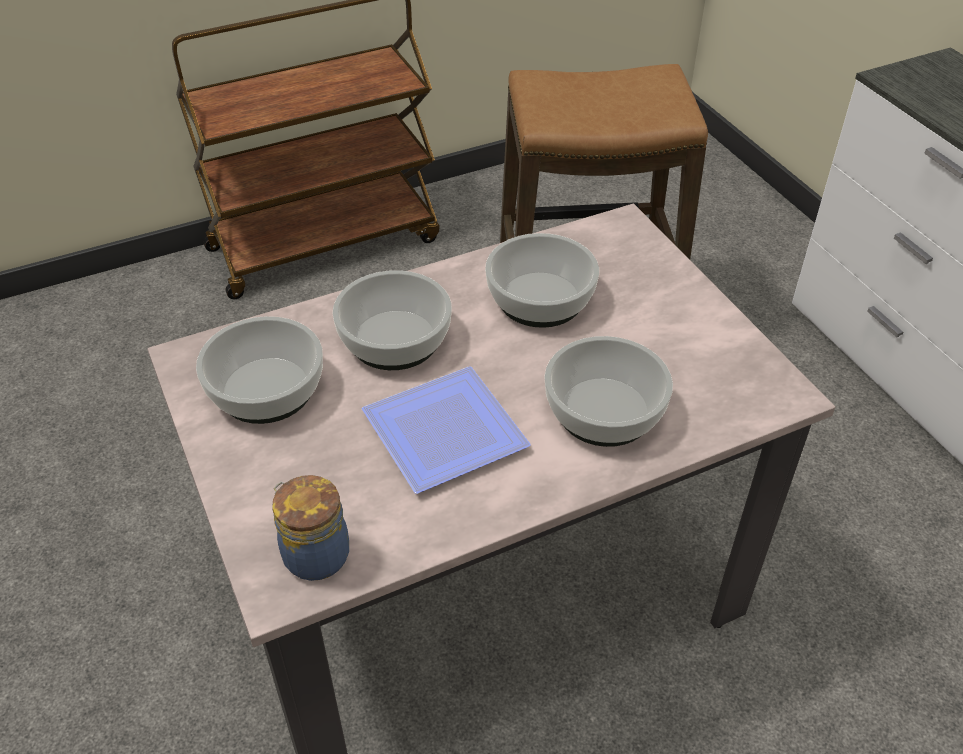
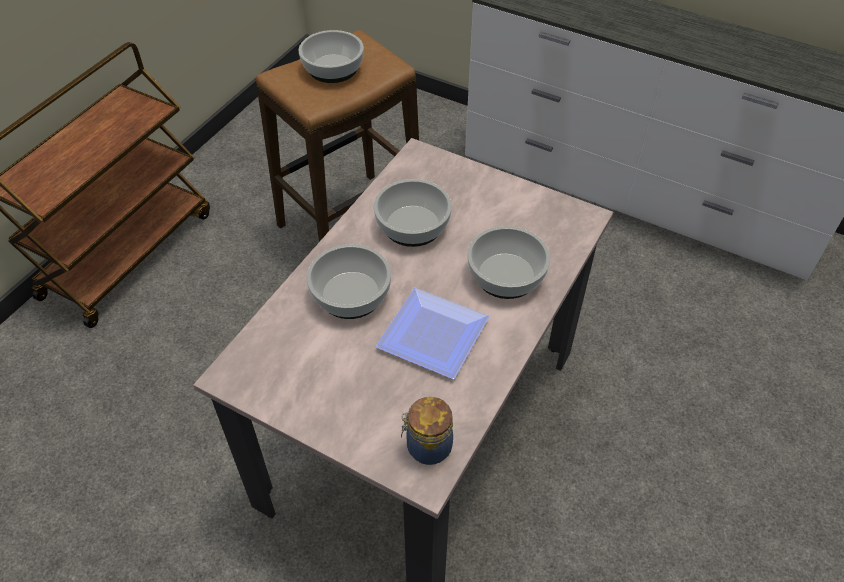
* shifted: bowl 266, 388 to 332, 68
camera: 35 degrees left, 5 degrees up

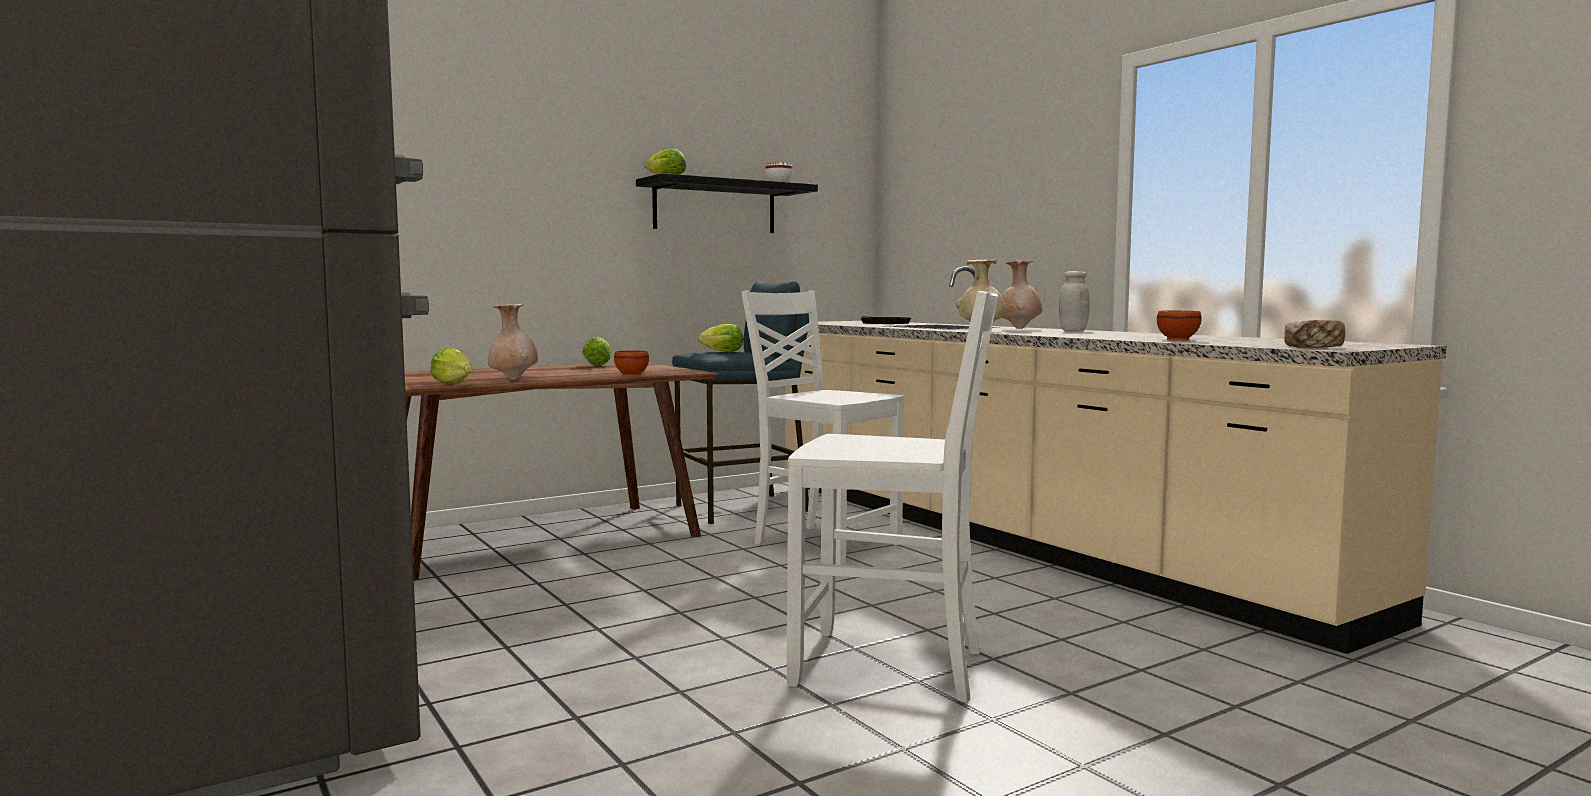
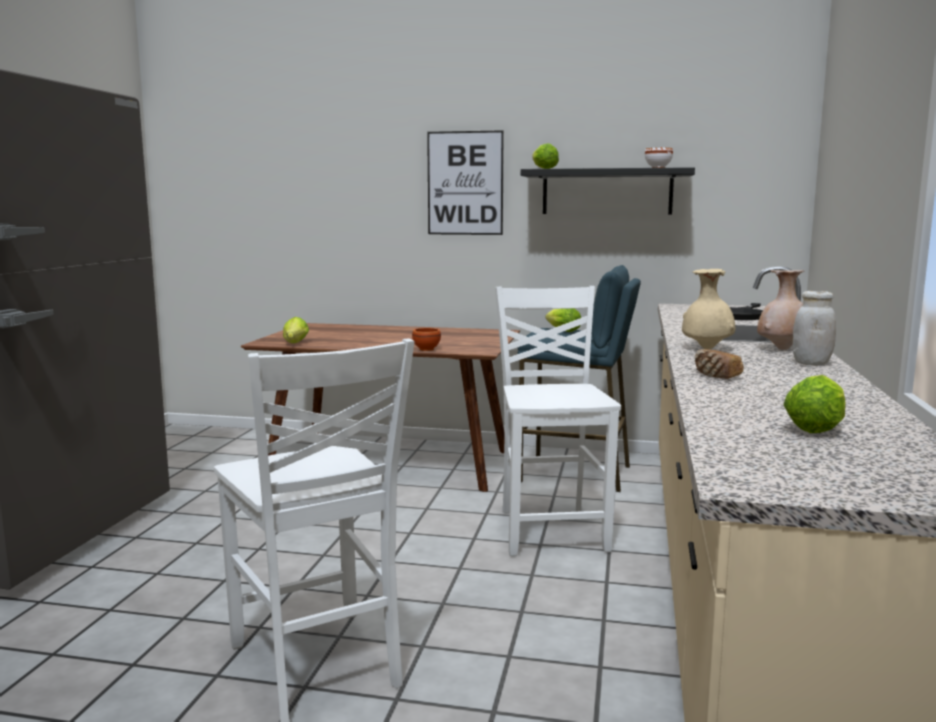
* gone: beige vase 513, 379
* gone: brown bowl 1177, 340
* shifted: bread 1313, 347 to 716, 375
* shifted: lettuce 598, 365 to 817, 428
* new: picture 465, 183
camera: 45 degrees right, 5 degrees up

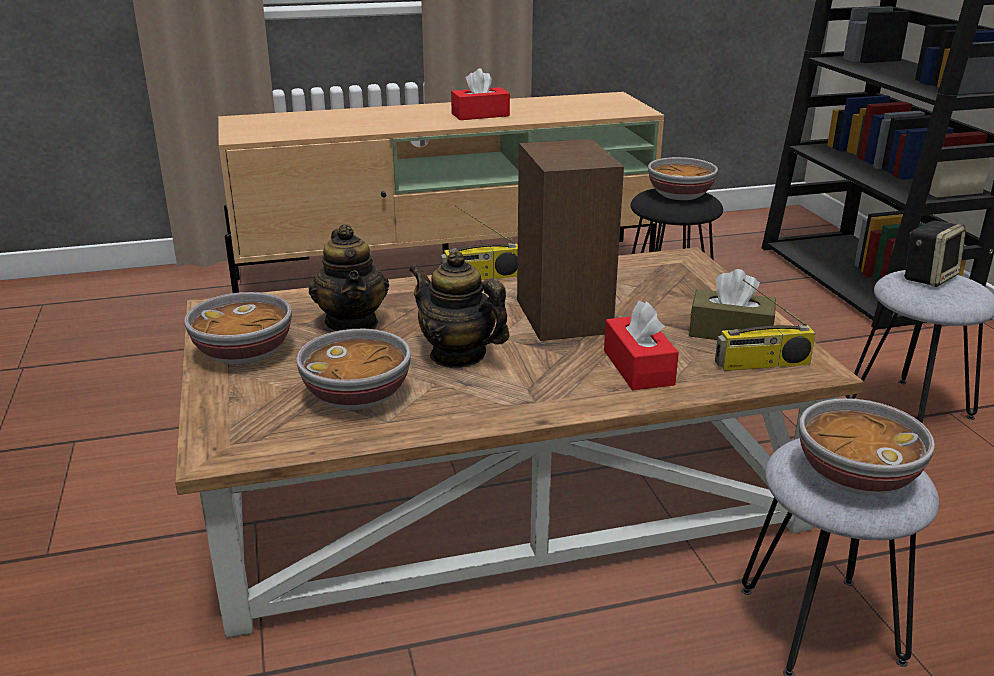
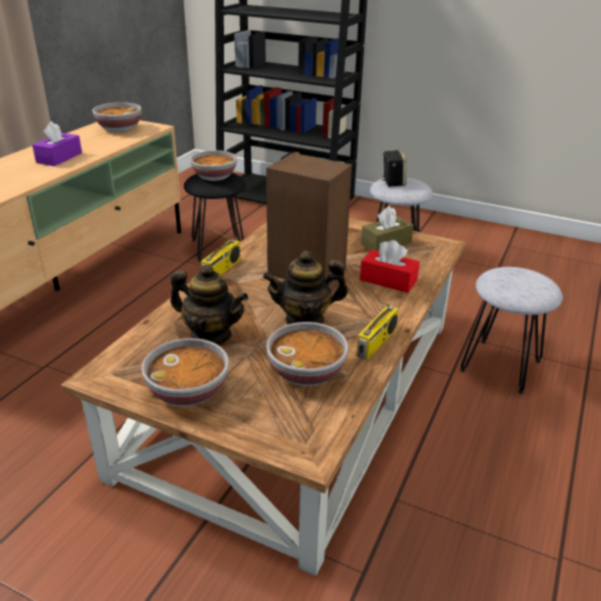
* repainted: red tissue box 480, 115 to purple tissue box 59, 158
* shifted: radio 762, 364 to 377, 343
* shifted: bowl 854, 475 to 119, 129
camera: 50 degrees left, 5 degrees up

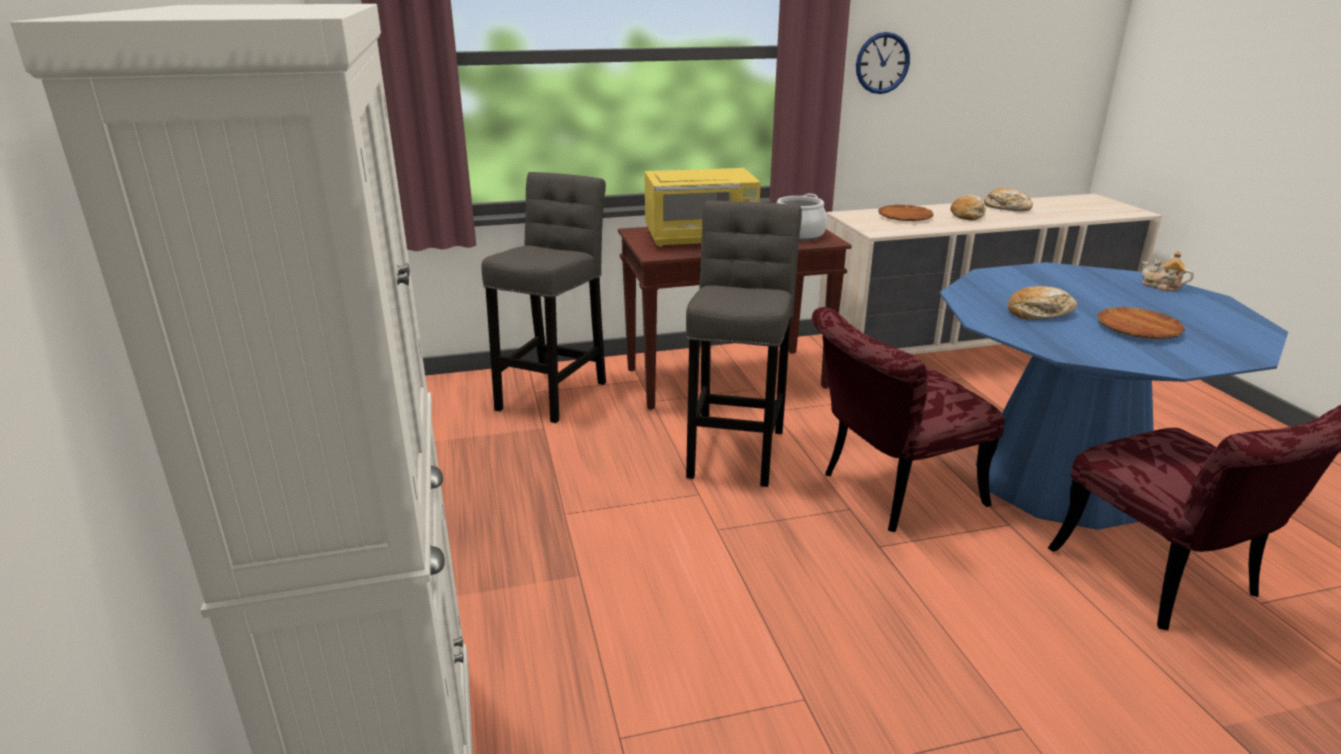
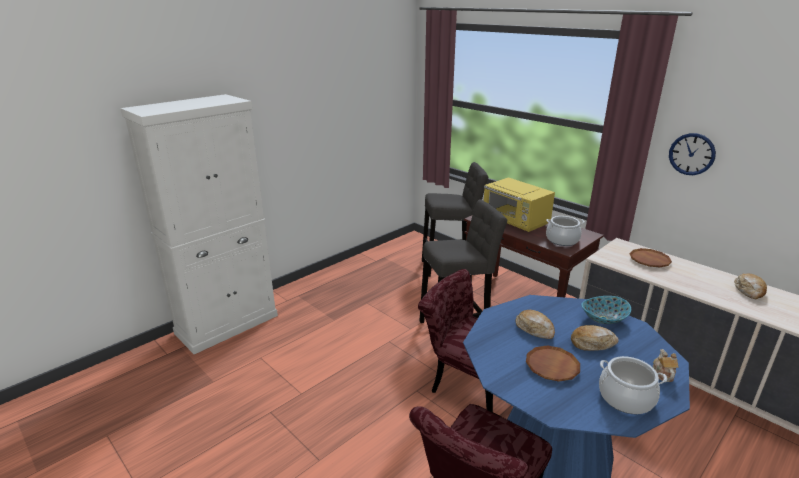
* shifted: bread 967, 215 to 592, 343
* new: bowl 604, 319
* new: cooking pot 625, 398
camera: 60 degrees right, 0 degrees up

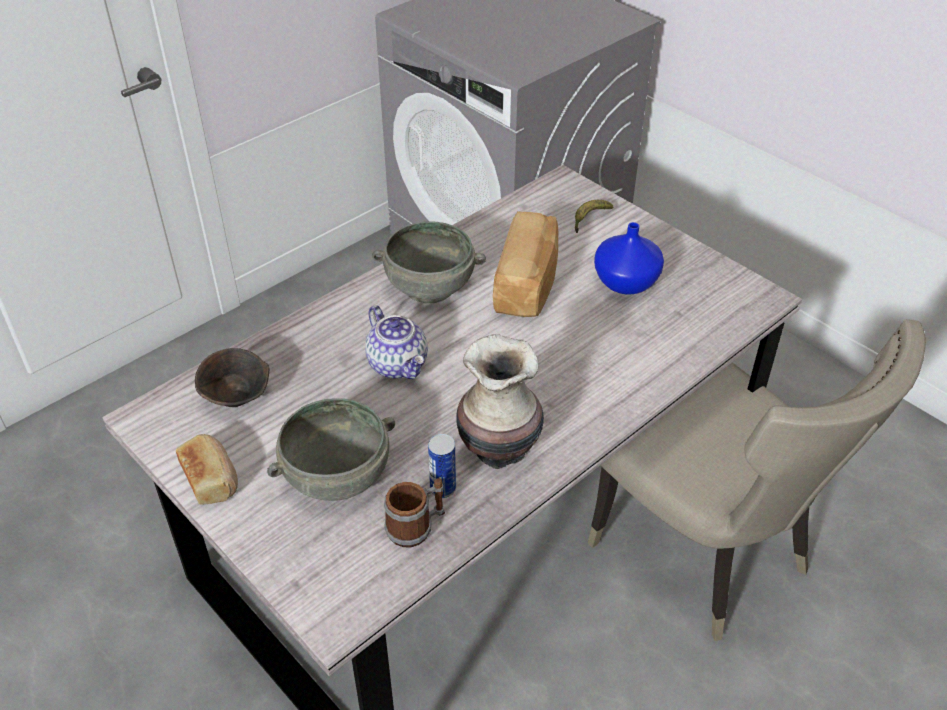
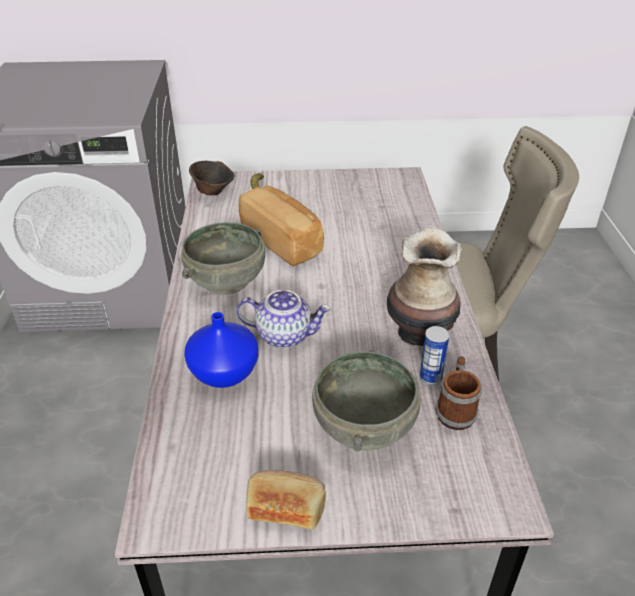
* shifted: blue vase 626, 281 to 223, 371
* shifted: brown bowl 237, 398 to 213, 191
camera: 50 degrees left, 5 degrees down

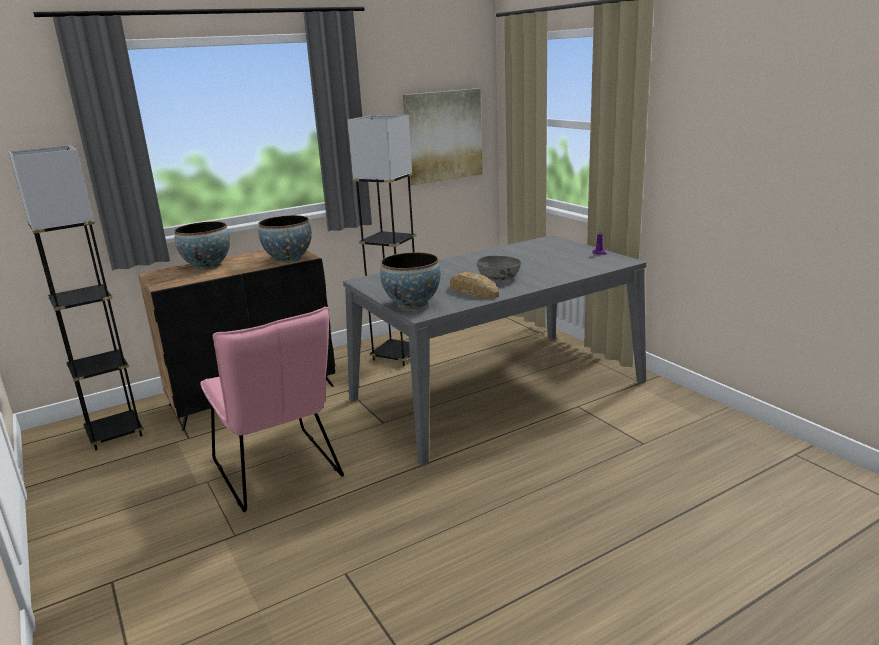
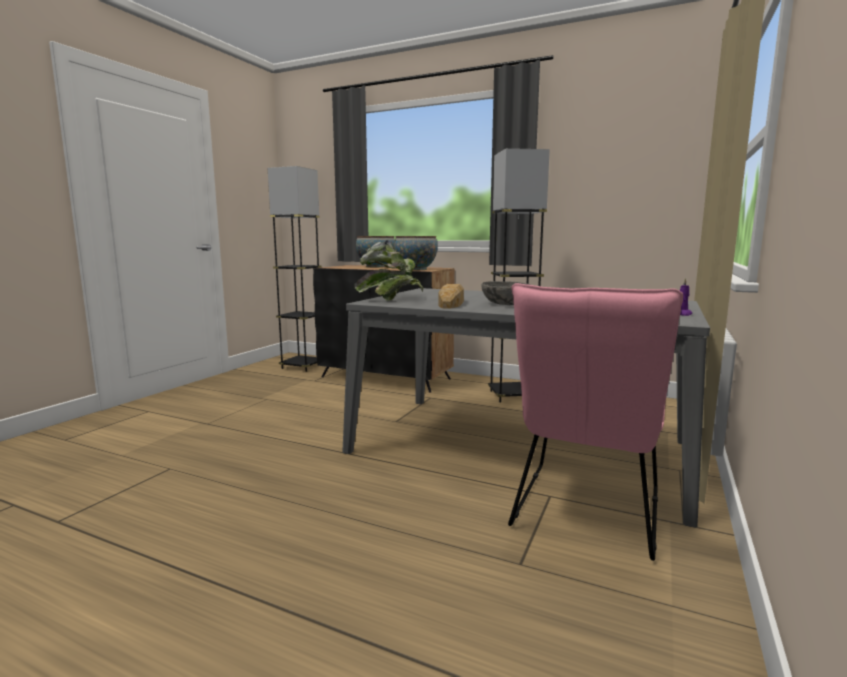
* gone: picture 443, 136
* swapped: bowl 412, 304 to potted plant 391, 299
* shifted: pink chair 280, 473 to 584, 513
camera: 55 degrees right, 10 degrees down

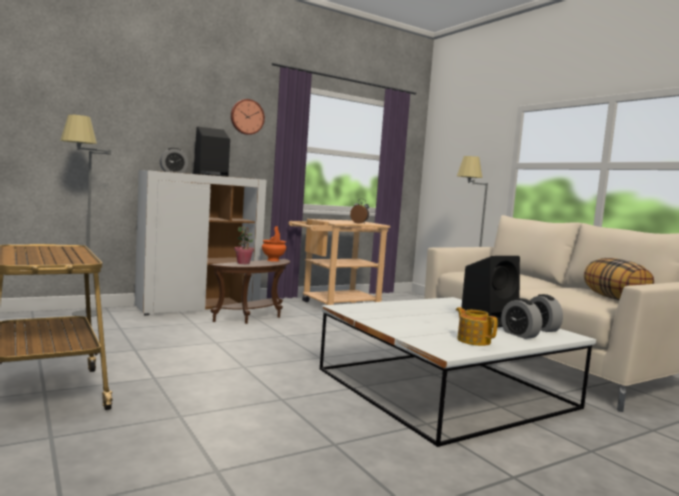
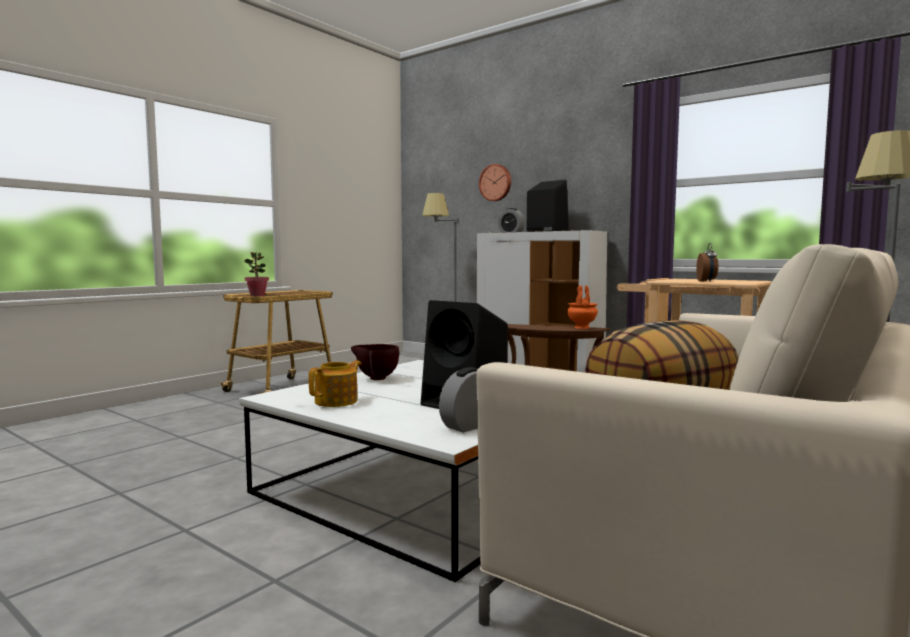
* shifted: wall clock 247, 117 to 496, 183
* shifted: potted plant 243, 263 to 257, 295
* gone: alarm clock 519, 334
* new: brown bowl 375, 378
camera: 70 degrees right, 0 degrees up

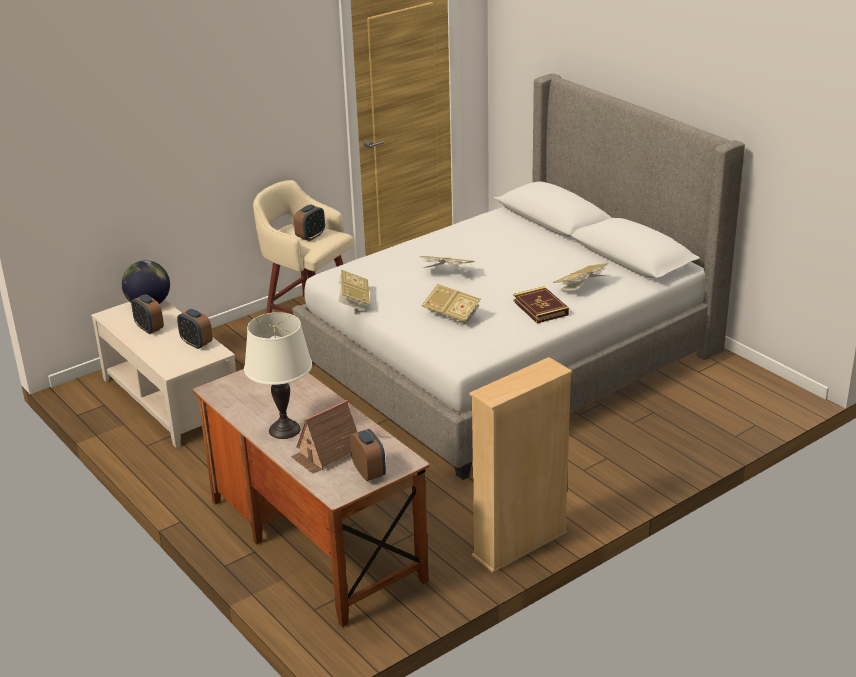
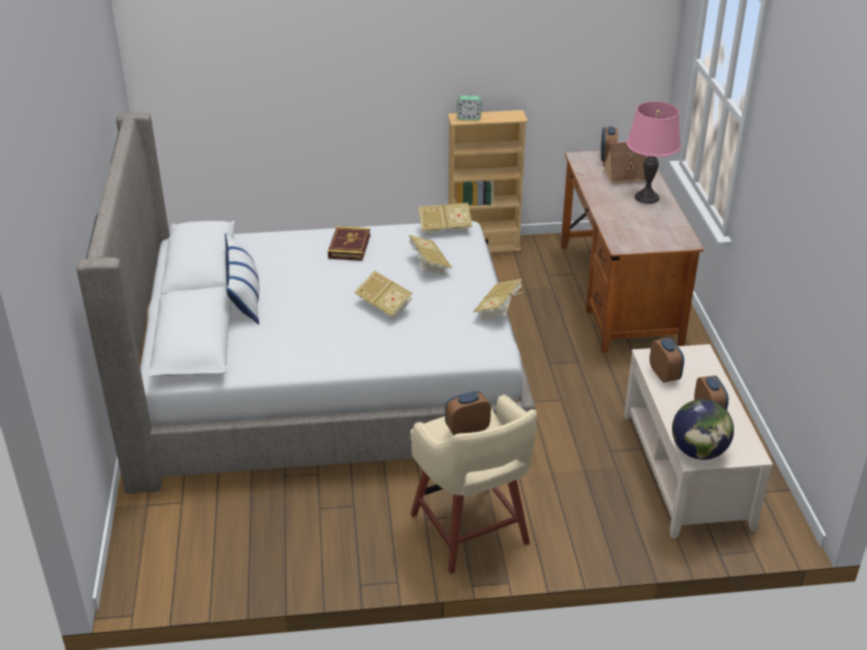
* shifted: book 581, 287 to 444, 229
* repainted: white table lamp 284, 430 to pink table lamp 647, 197
* new: alarm clock 469, 118
* new: pillow 244, 296
camera: 150 degrees left, 5 degrees up

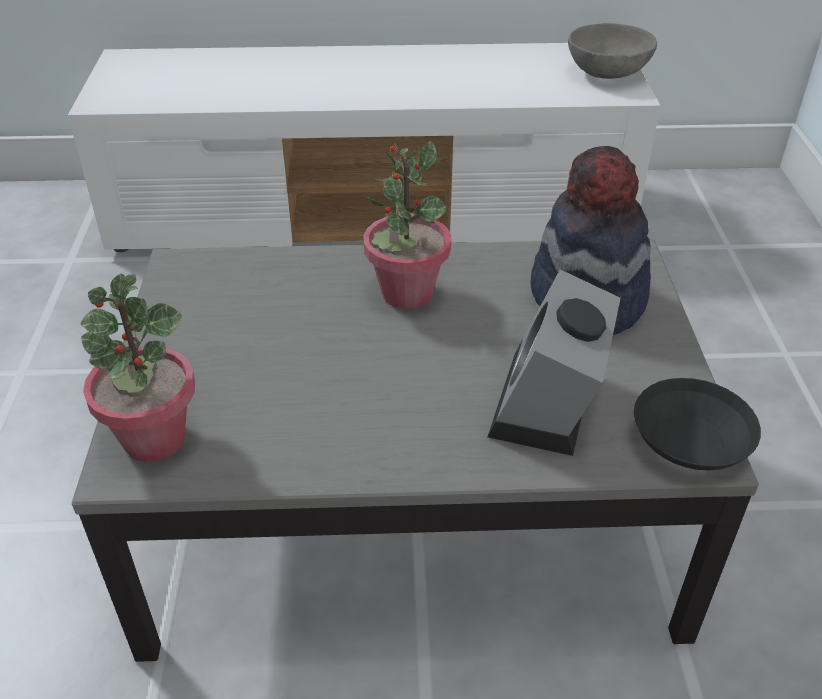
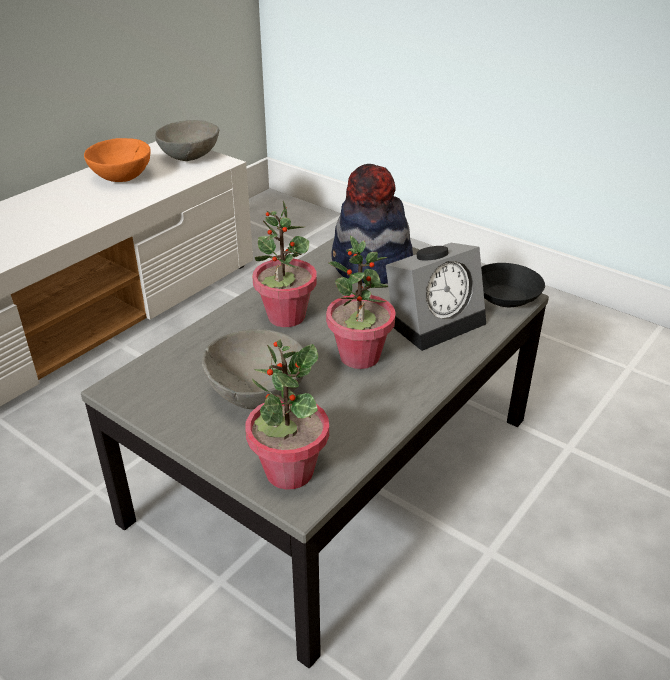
* rotated: alarm clock 548, 406 = 436, 320 90 degrees counterclockwise
* new: orange bowl 122, 177
* new: potted plant 359, 357
* new: grey bowl 257, 394
camera: 50 degrees left, 5 degrees down

